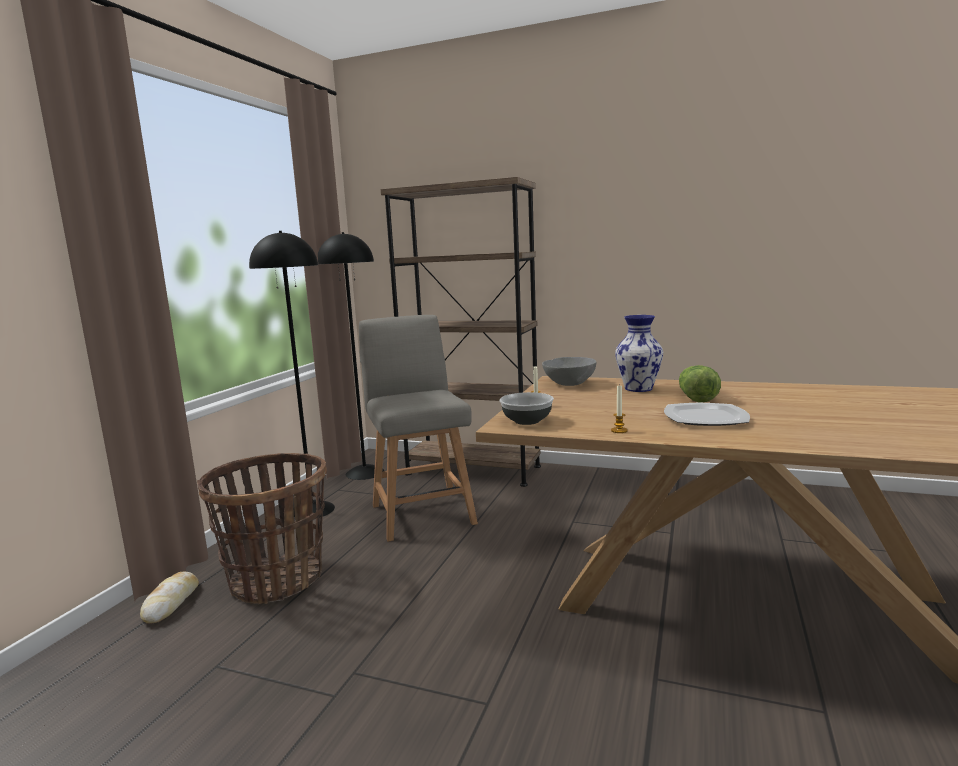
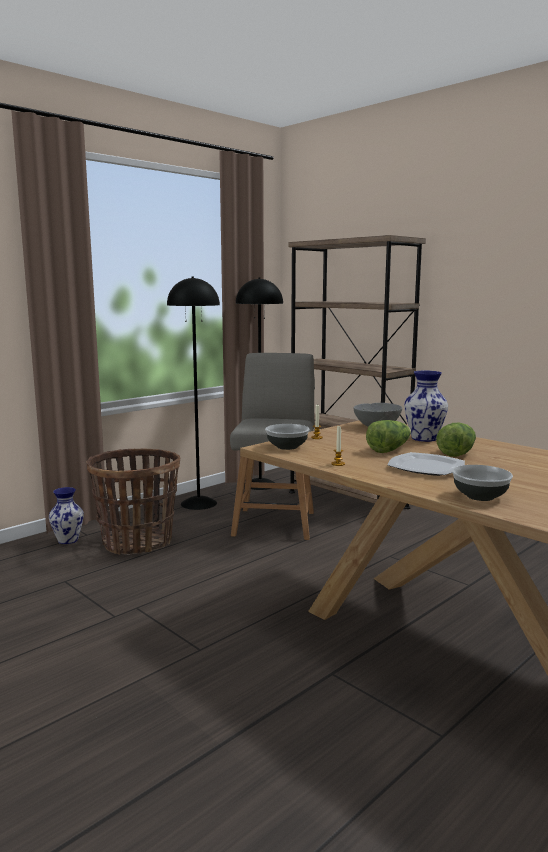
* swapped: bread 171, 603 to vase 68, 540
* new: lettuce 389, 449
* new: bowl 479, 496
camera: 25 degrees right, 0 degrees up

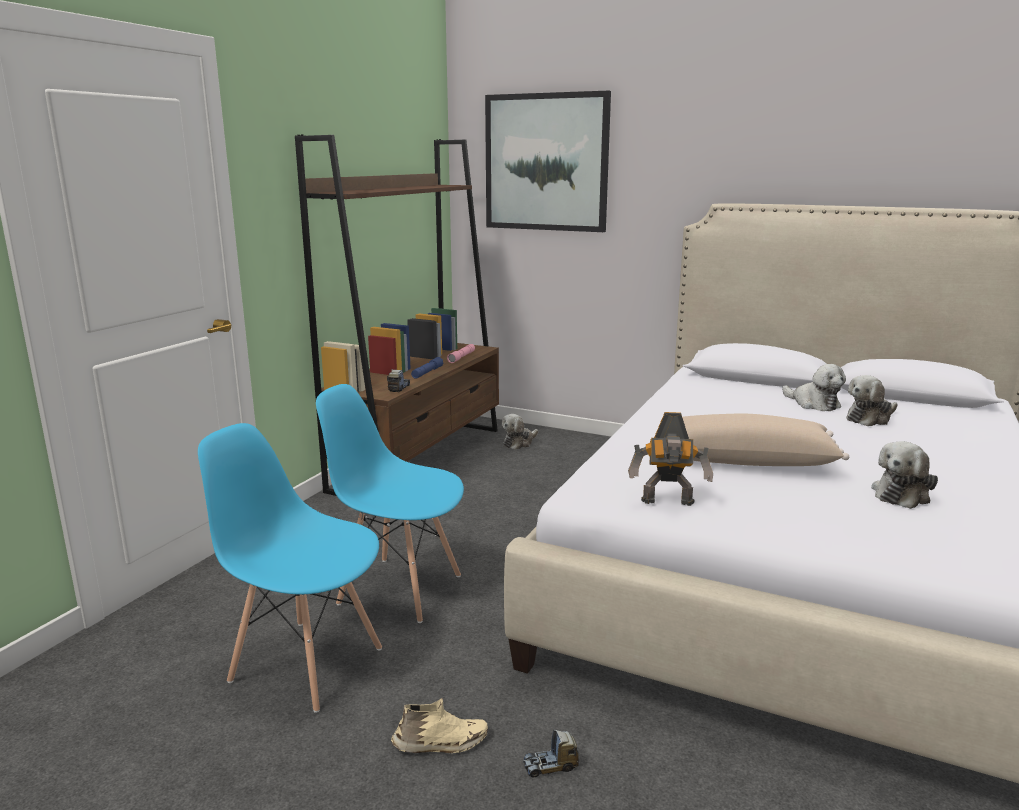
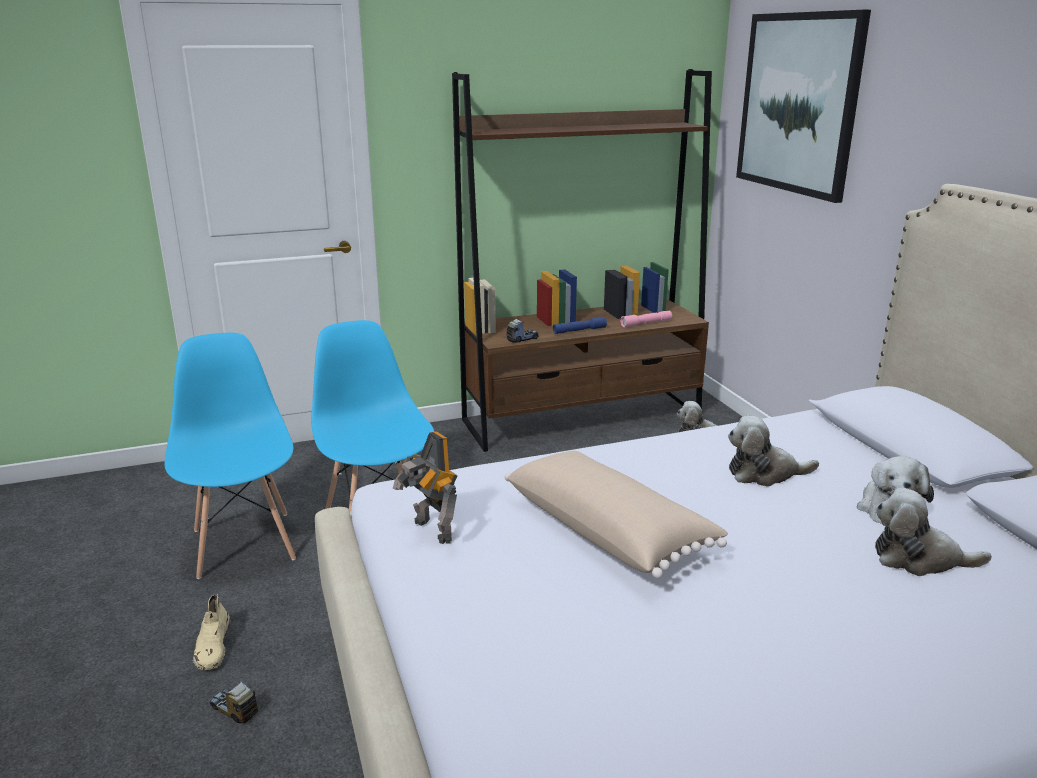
* shifted: plush toy 902, 494 to 764, 473
* rotated: beige shoe 440, 743 = 213, 646 45 degrees clockwise
camera: 45 degrees right, 5 degrees up

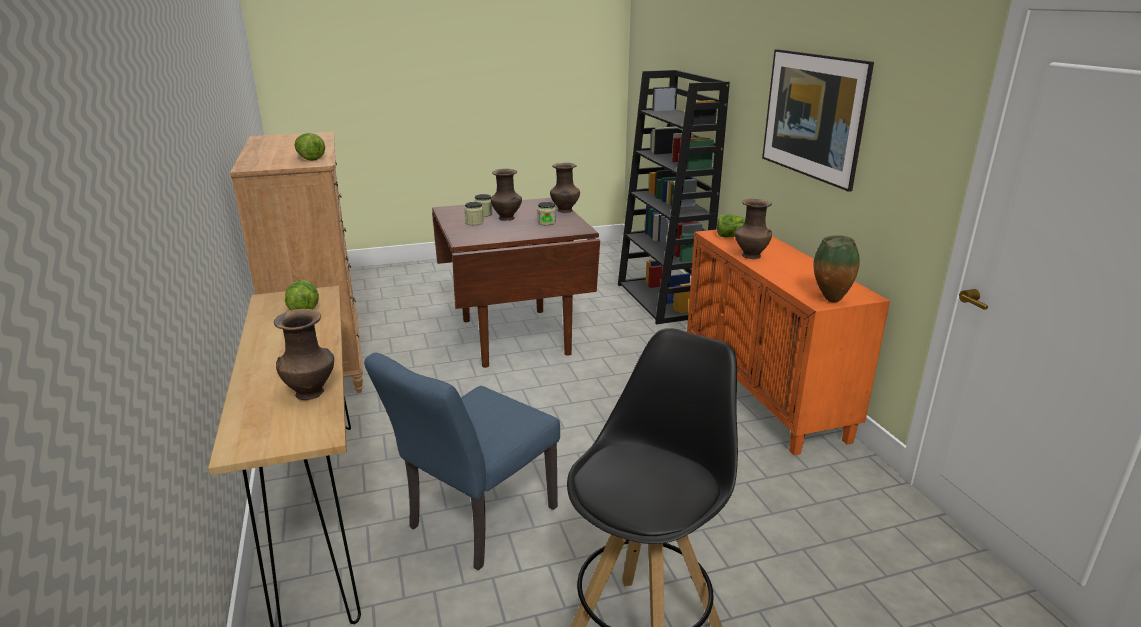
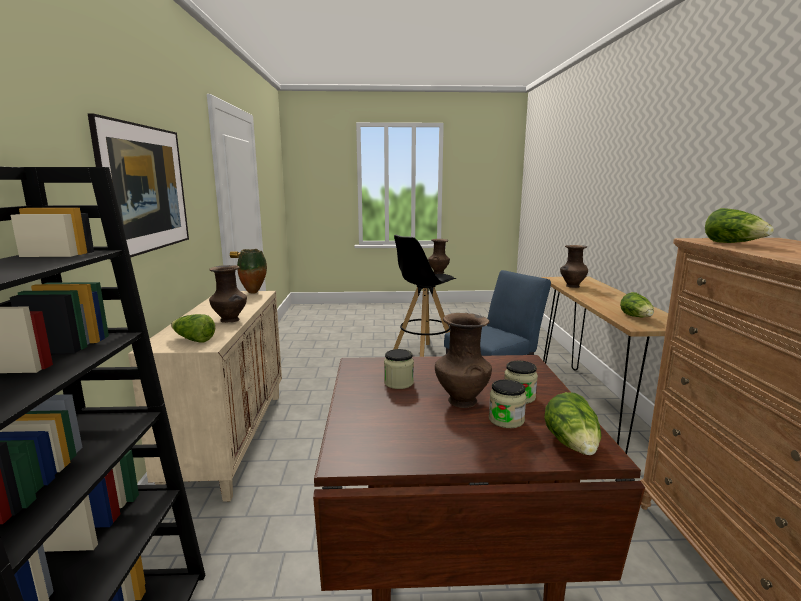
* shifted: brown vase 565, 211 to 438, 272
* repainted: orange cabinet 764, 393 to beige cabinet 230, 439
* new: lettuce 573, 445
camera: 165 degrees left, 10 degrees down

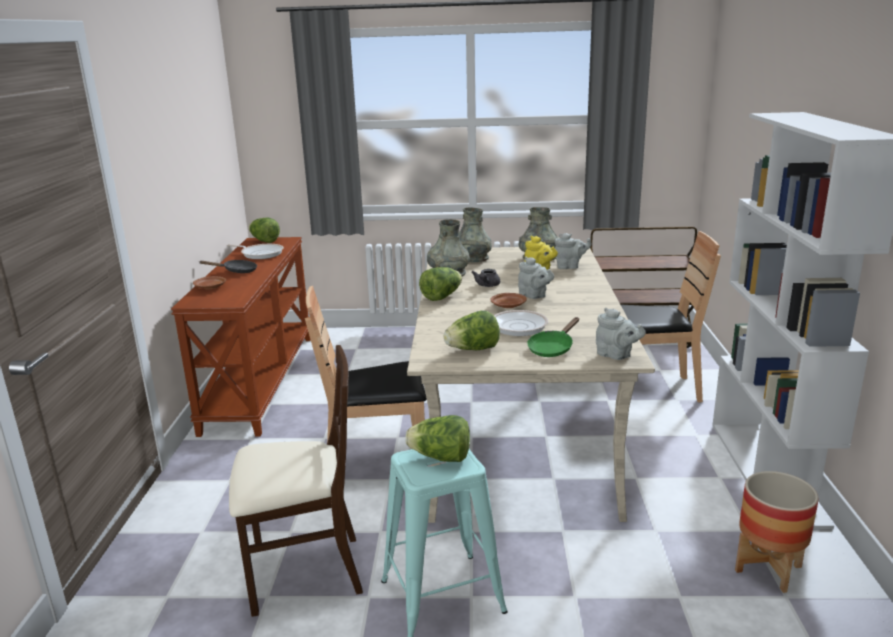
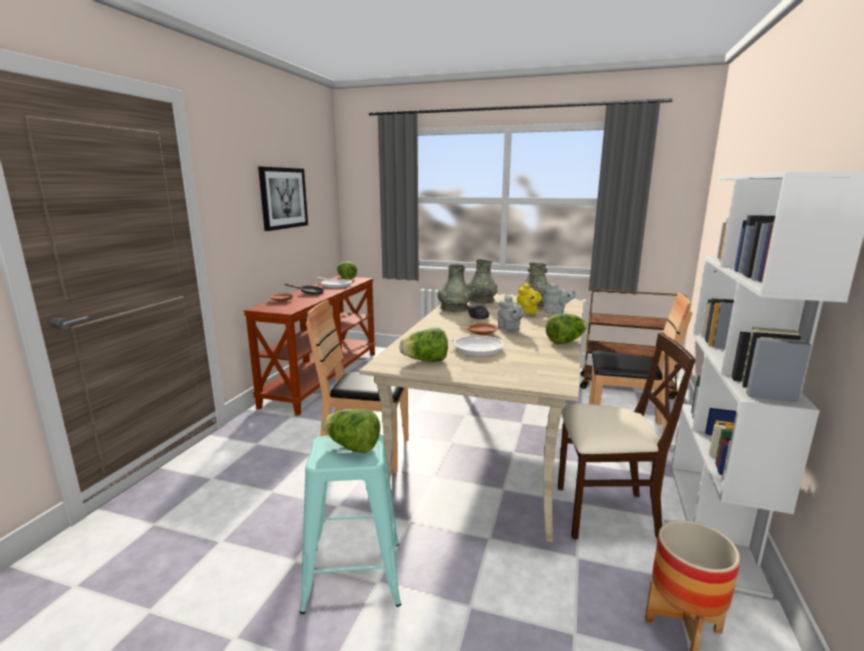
* shifted: lettuce 441, 297 to 565, 342
* gone: grey teapot 616, 355
* gone: green frying pan 552, 348
* shifted: beige chair 304, 572 to 604, 513
* new: picture 283, 198
camera: 15 degrees right, 5 degrees down

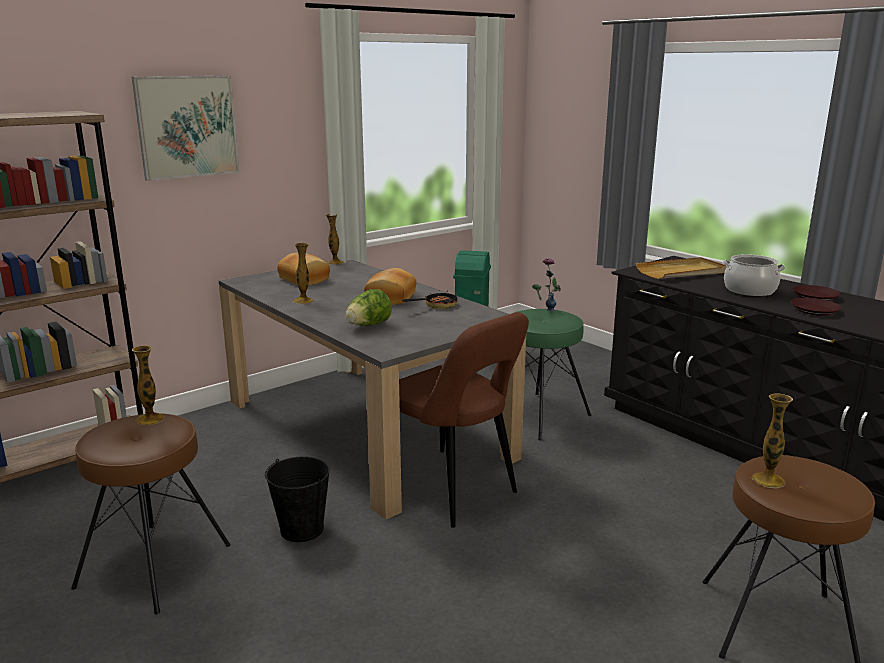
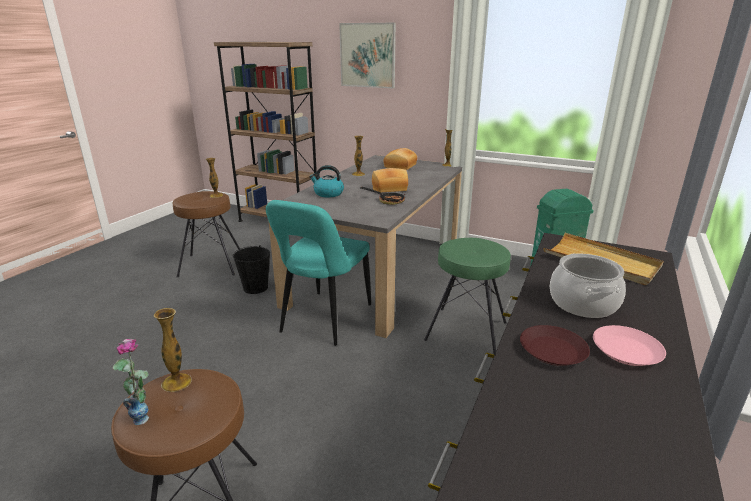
* shifted: vase 544, 310 to 143, 413
* repainted: brown plate 815, 296 to pink plate 627, 351
* swapped: lettuce 368, 325 to kettle 328, 193
* repainted: brown chair 451, 489 to turquoise chair 324, 320
camera: 65 degrees right, 5 degrees up

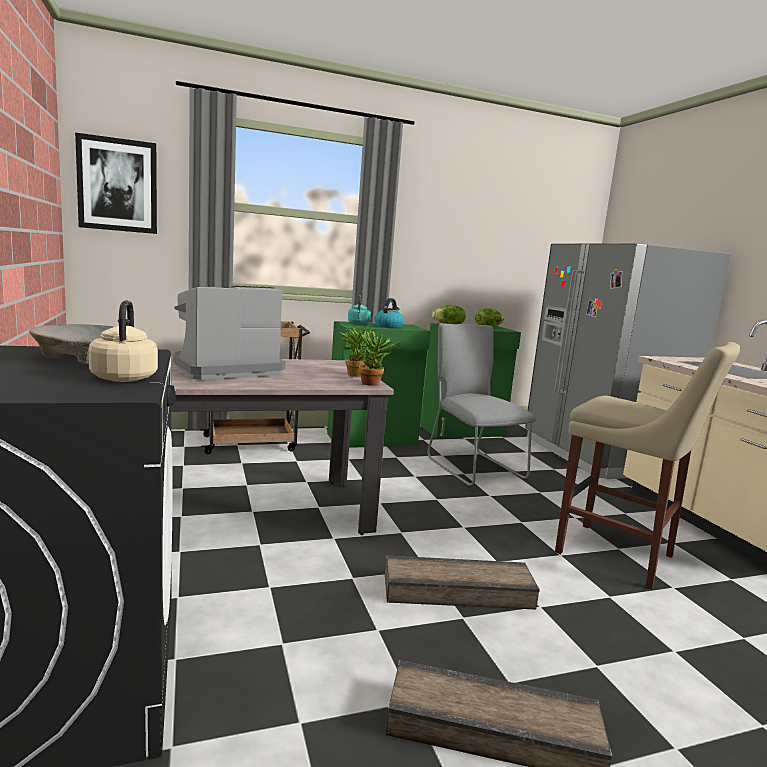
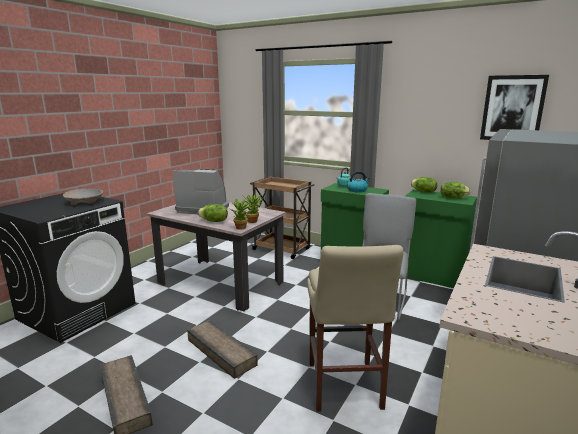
* shifted: picture 118, 185 to 512, 108
* gone: beige kettle 125, 377
* new: lettuce 214, 221
camera: 50 degrees right, 5 degrees up

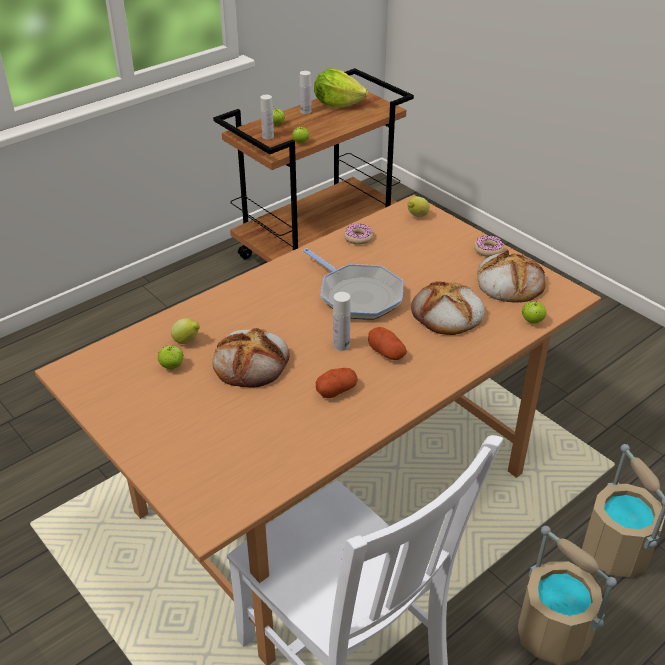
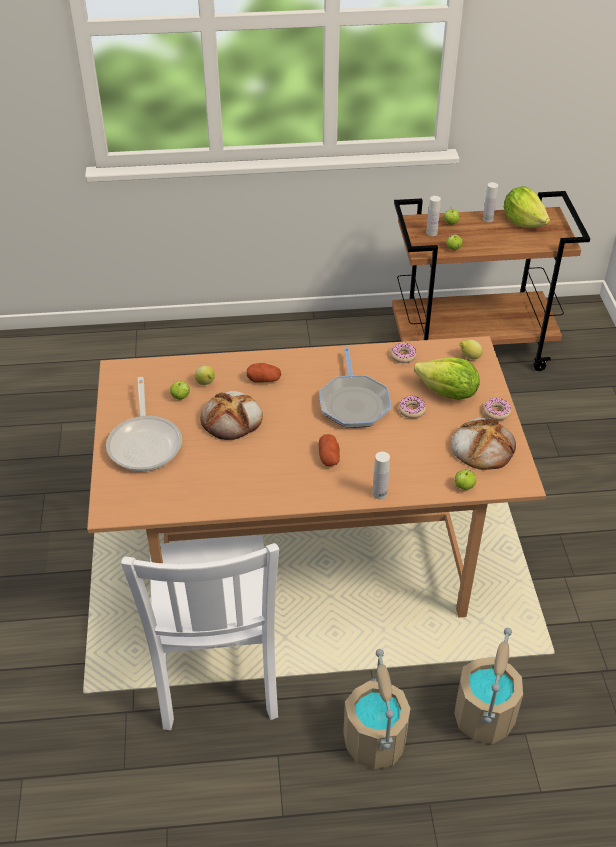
* gone: bread 447, 314
* shifted: white bottle 341, 345 to 379, 493
* shifted: potato 336, 390 to 264, 379
* new: lettuce 447, 393
* new: frying pan 145, 442
* new: donut 412, 410
camera: 35 degrees right, 5 degrees up

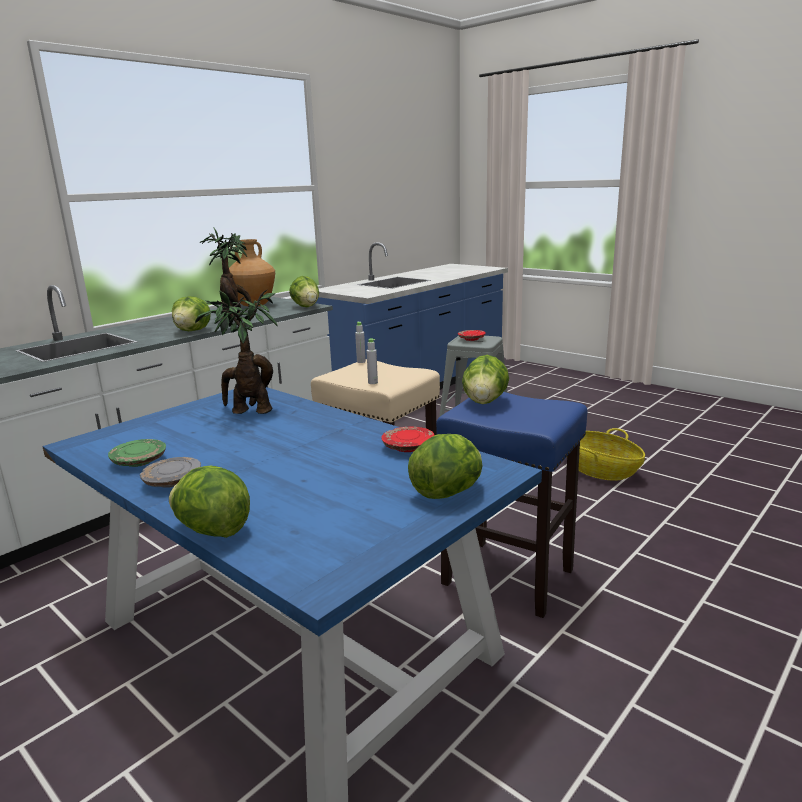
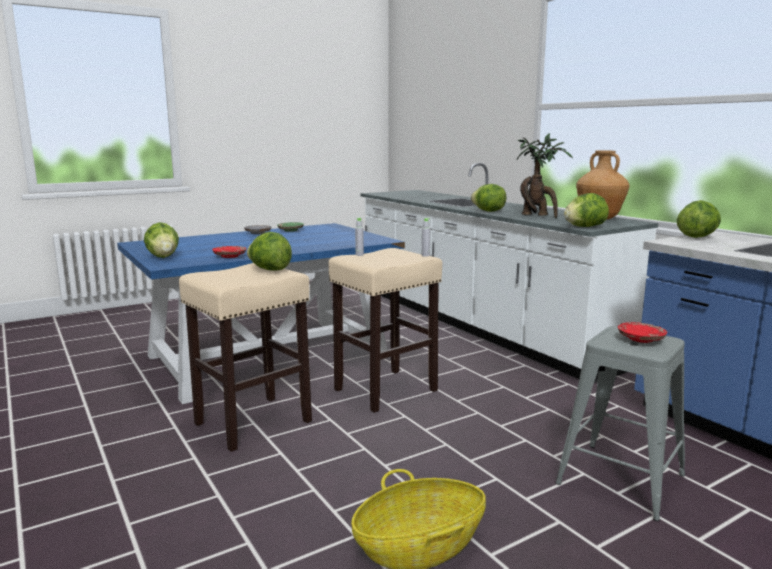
* gone: potted plant 248, 411
* repainted: blue stool 509, 577 to beige stool 252, 423
* shifted: lettuce 212, 530 to 697, 237
camera: 105 degrees right, 5 degrees down

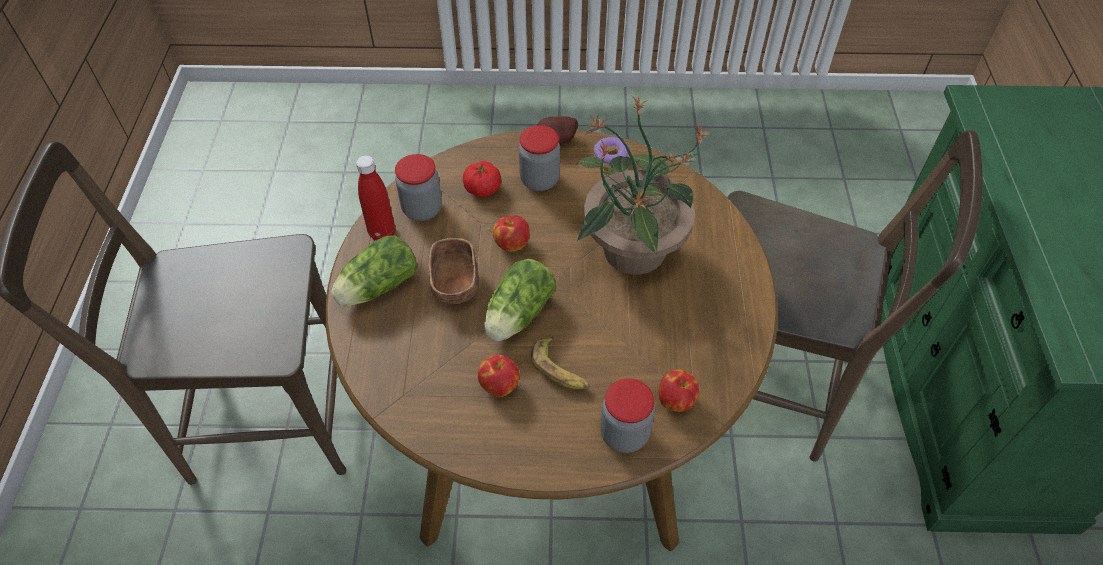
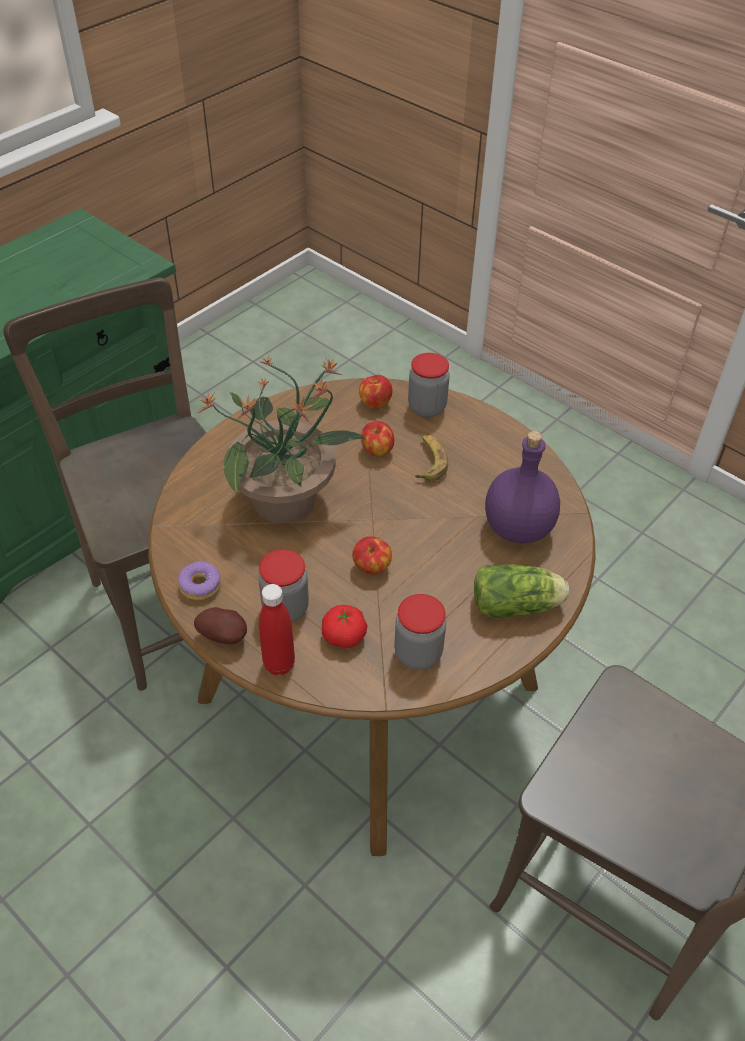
* shifted: red bottle 382, 233 to 279, 664
* gone: brown bowl 455, 284
* gone: lettuce 517, 316
* shifted: apple 499, 385 to 377, 451
* new: purple bottle 516, 527
camera: 140 degrees left, 5 degrees down

